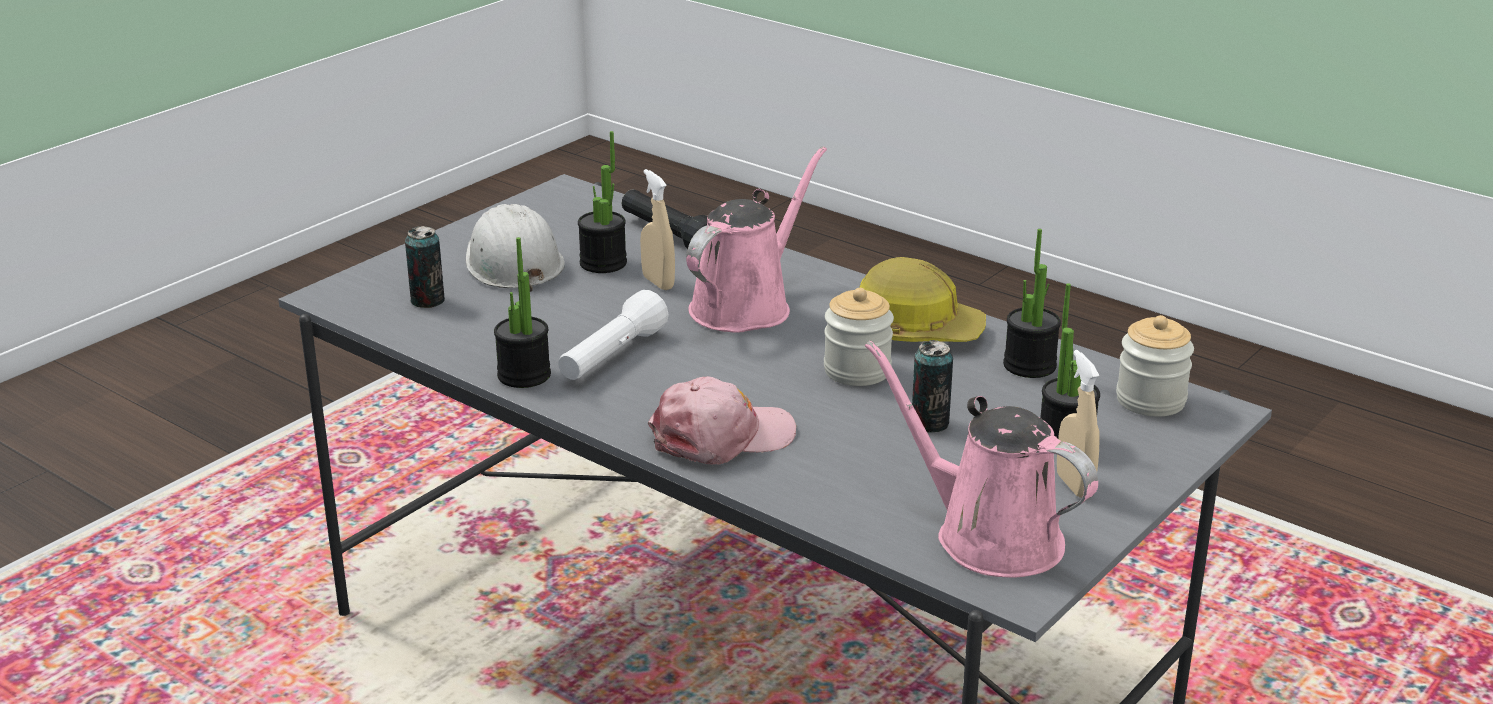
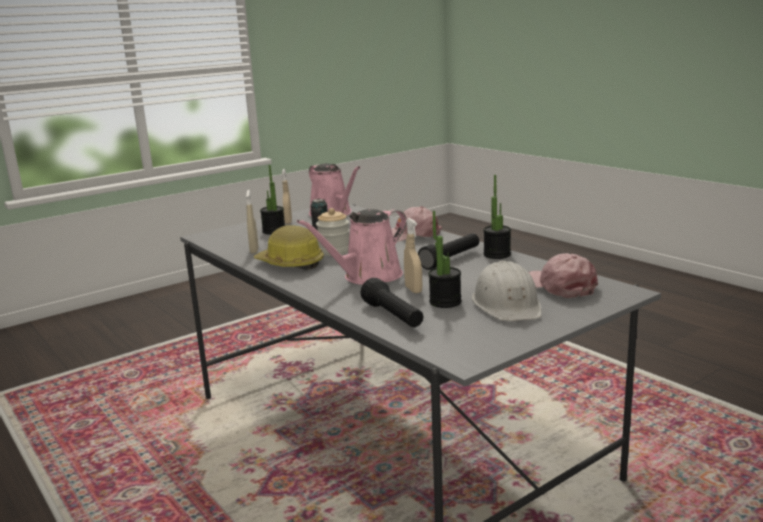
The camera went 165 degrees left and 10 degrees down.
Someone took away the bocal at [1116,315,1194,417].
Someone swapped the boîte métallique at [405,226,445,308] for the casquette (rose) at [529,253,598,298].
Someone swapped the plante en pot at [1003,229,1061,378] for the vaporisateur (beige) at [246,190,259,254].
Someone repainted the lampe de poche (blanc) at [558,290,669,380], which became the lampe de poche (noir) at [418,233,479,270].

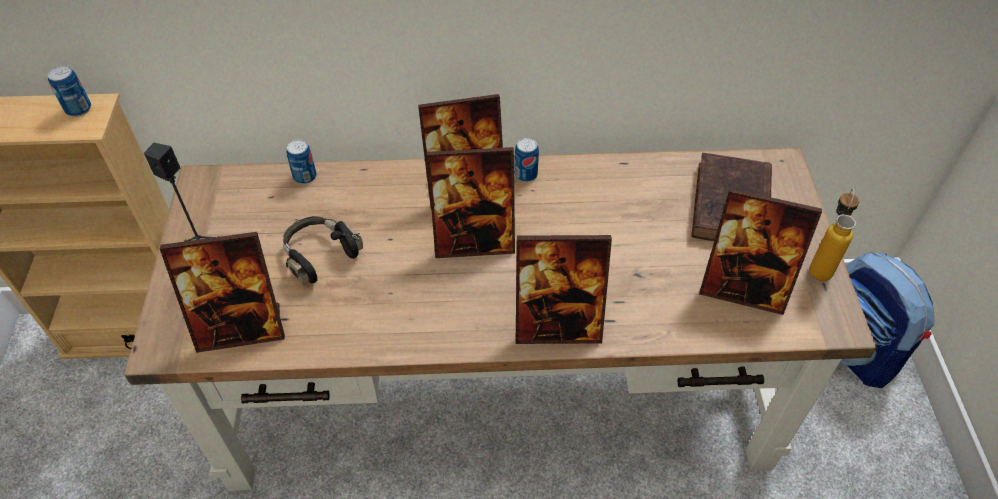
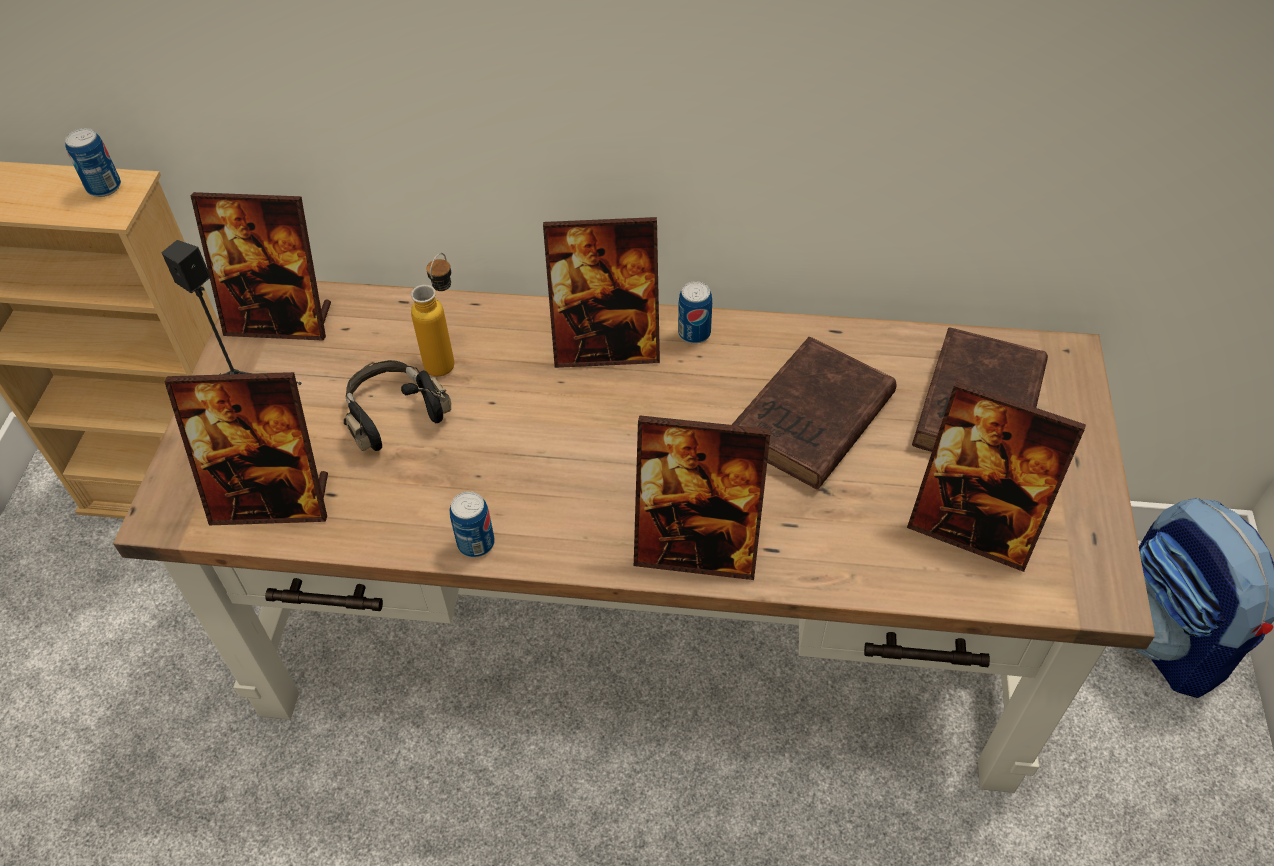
The camera went 10 degrees right and 0 degrees up.
Someone put down the livre (marron) at [732,337,897,489].
Someone carried the boîte métallique from [286,140,317,184] to [450,491,495,558].
Someone carried the cadre photo from [427,147,515,258] to [191,192,331,341].
Someone carried the bouteille from [809,189,859,281] to [411,253,454,376].

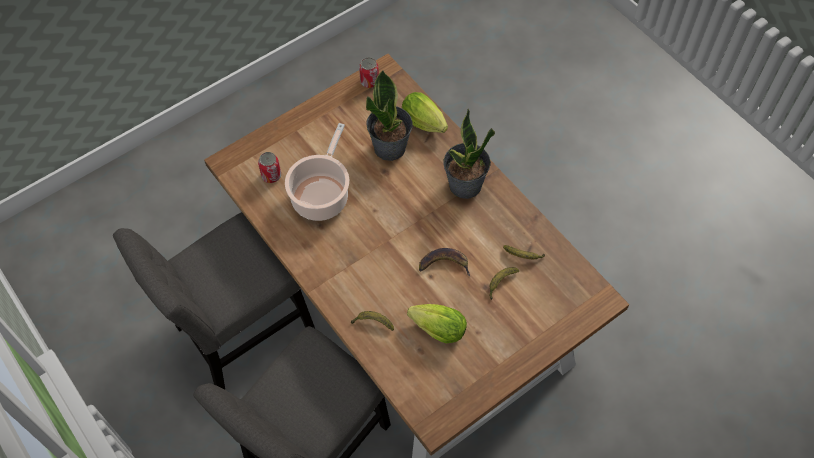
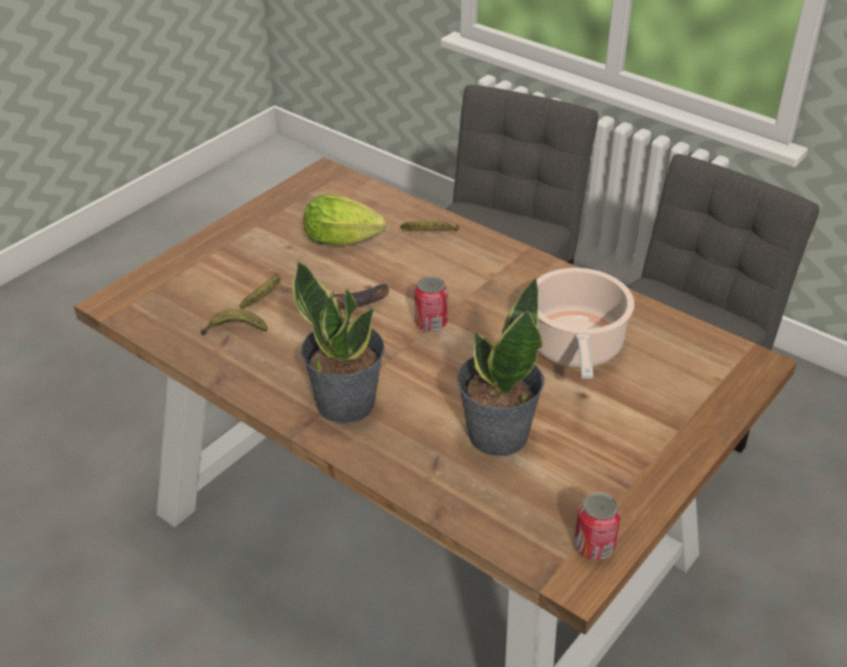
The camera went 165 degrees right and 20 degrees down.
Someone took away the laitue at [402,92,448,133].
Someone carried the boîte métallique from [258,152,281,183] to [415,276,448,332].

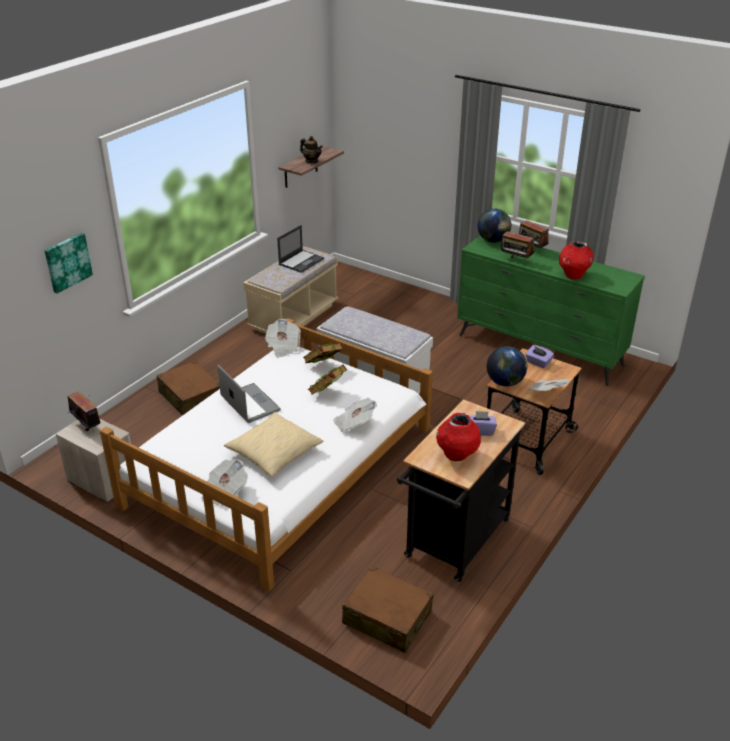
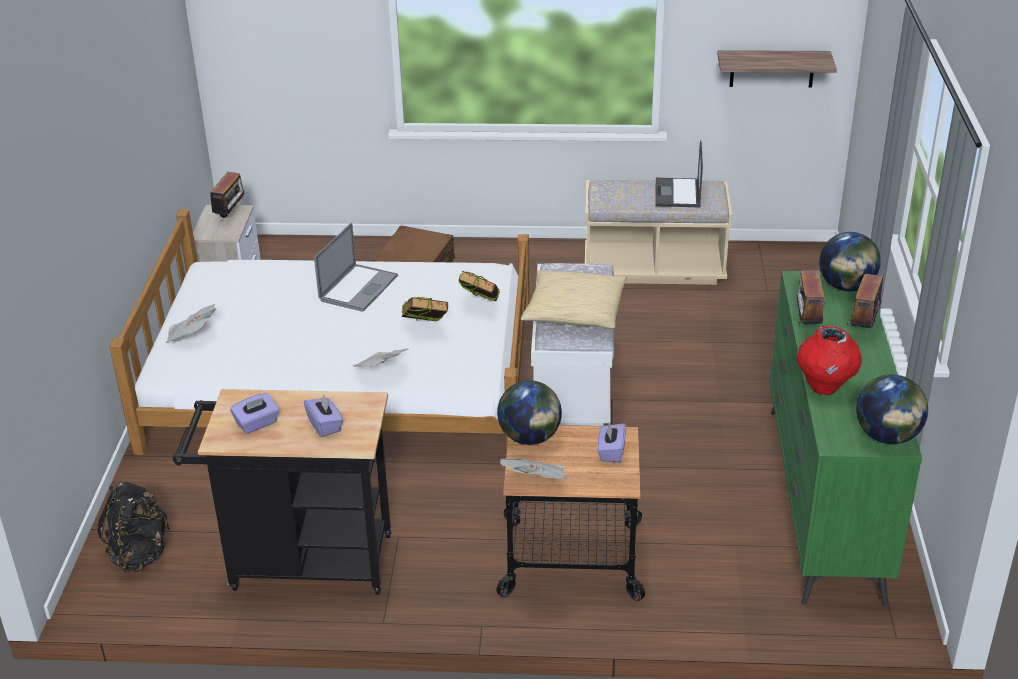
The camera went 60 degrees right and 0 degrees up.
Someone took away the tableau at [44,233,93,294].
Someone took away the journal at [265,319,301,358].
Someone took away the théière at [300,136,323,163].
Someone put down the globe at [856,375,928,444].
Someone carried the coussin (beige) from [224,412,323,477] to [521,270,627,328].
Someone swapped the valise (marron) at [342,566,433,653] for the sac à dos (noir) at [97,482,170,573].
Someone swapped the vase (rouge) at [436,413,481,461] for the boîte à mouchoirs (violet) at [230,393,279,434].
Someone rotated the ordinateur portable at [277,225,324,273] by 90 degrees clockwise.

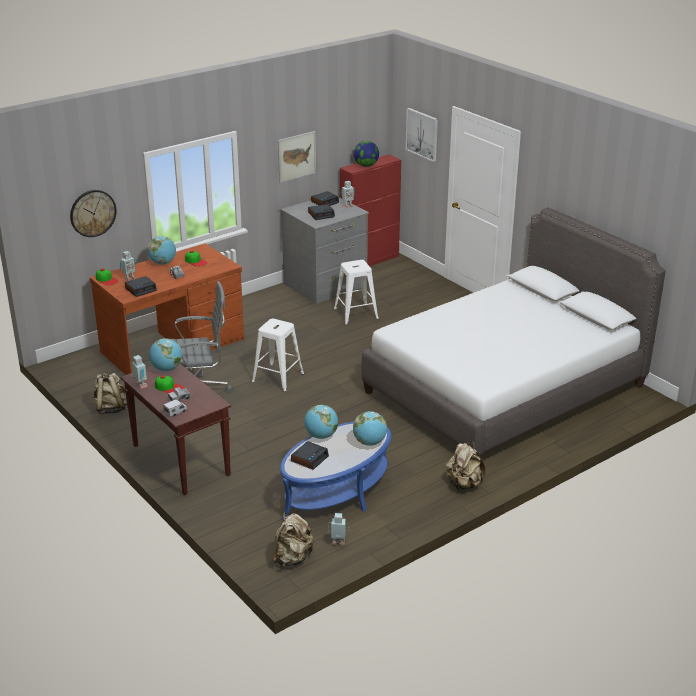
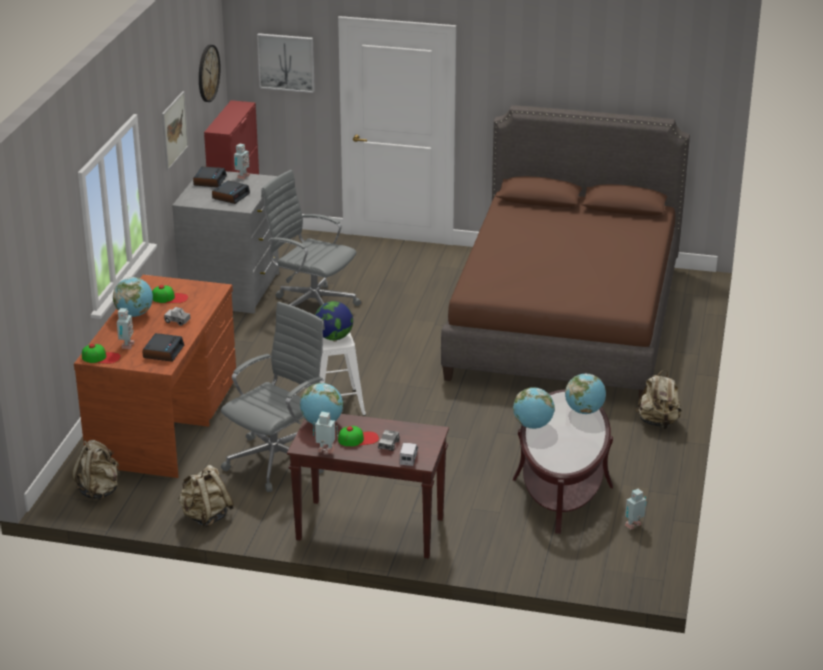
The camera went 40 degrees left and 0 degrees up.
Someone took away the réveil at [291,441,329,470].
Someone carried the horloge murale from [70,190,117,237] to [199,45,221,102].
Someone carried the sac à dos (beige) from [273,512,314,567] to [72,440,120,500].
Someone carried the globe from [354,141,379,167] to [315,301,353,340].
Someone swapped the tabouret (blanc) at [334,260,379,325] for the chaise de bureau (gris) at [261,170,361,306].
Someone repainted the table basse (bleu) at [280,421,391,521], which became the table basse (marron) at [513,390,613,534].
Someone repainted the lit (blanc) at [362,207,666,458], which became the lit (marron) at [441,105,690,399].

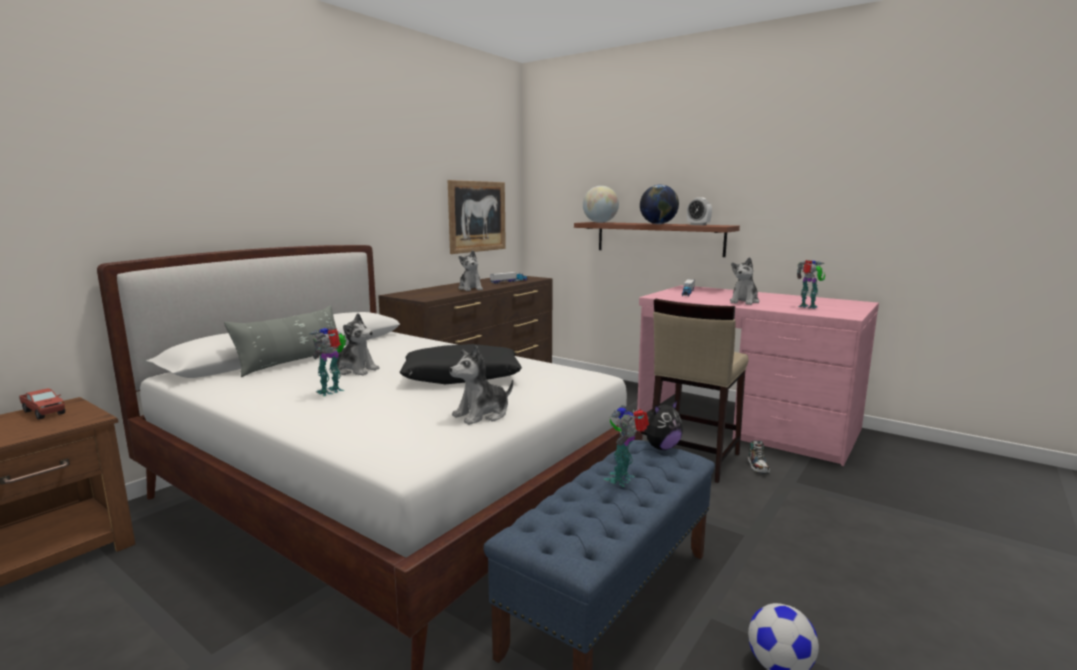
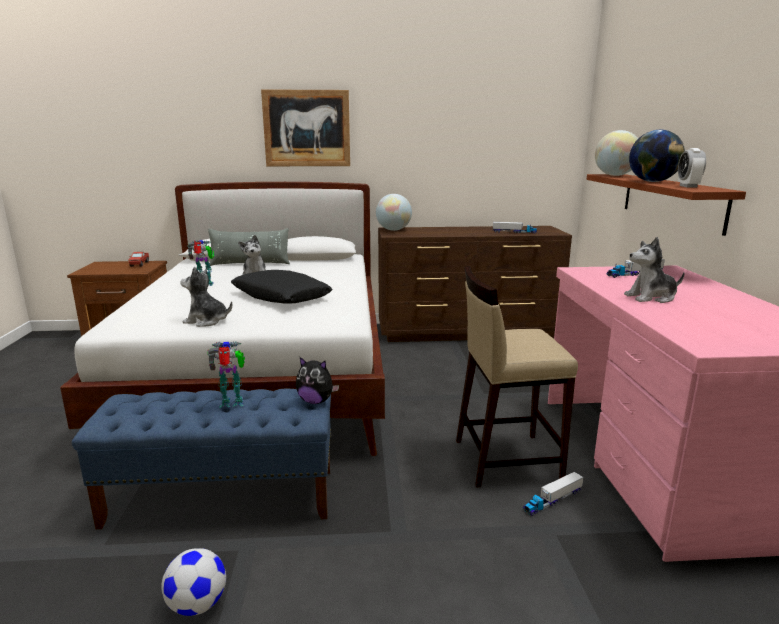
The camera went 50 degrees right and 5 degrees up.
Someone took away the peluche at [458,250,483,291].
Someone took away the robot jouet at [797,260,825,309].
Someone put down the globe at [376,194,412,231].
Someone carried the tableau from [448,180,506,254] to [261,89,350,166].
Someone swapped the chaussure at [748,440,770,474] for the camion jouet at [523,472,584,516].

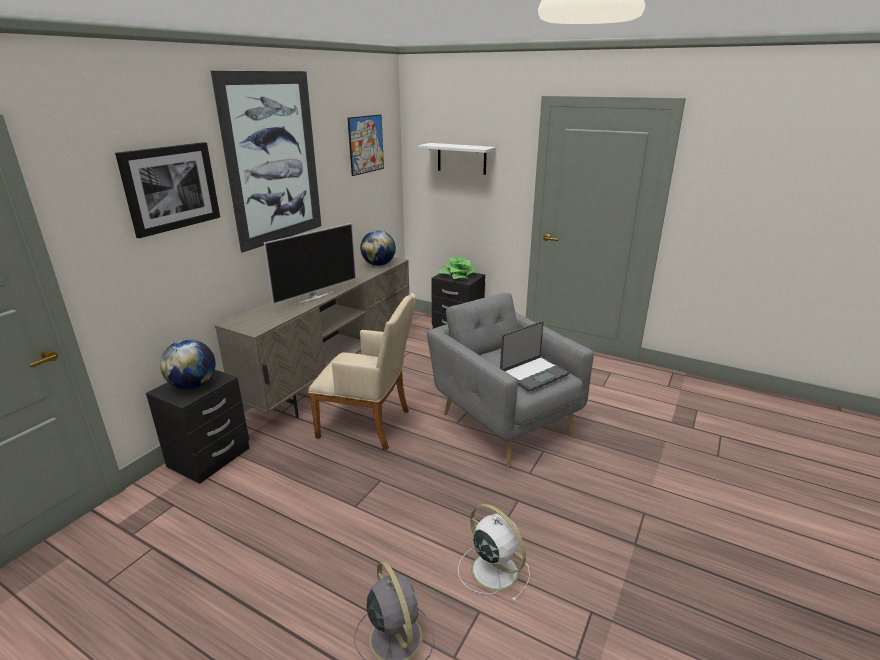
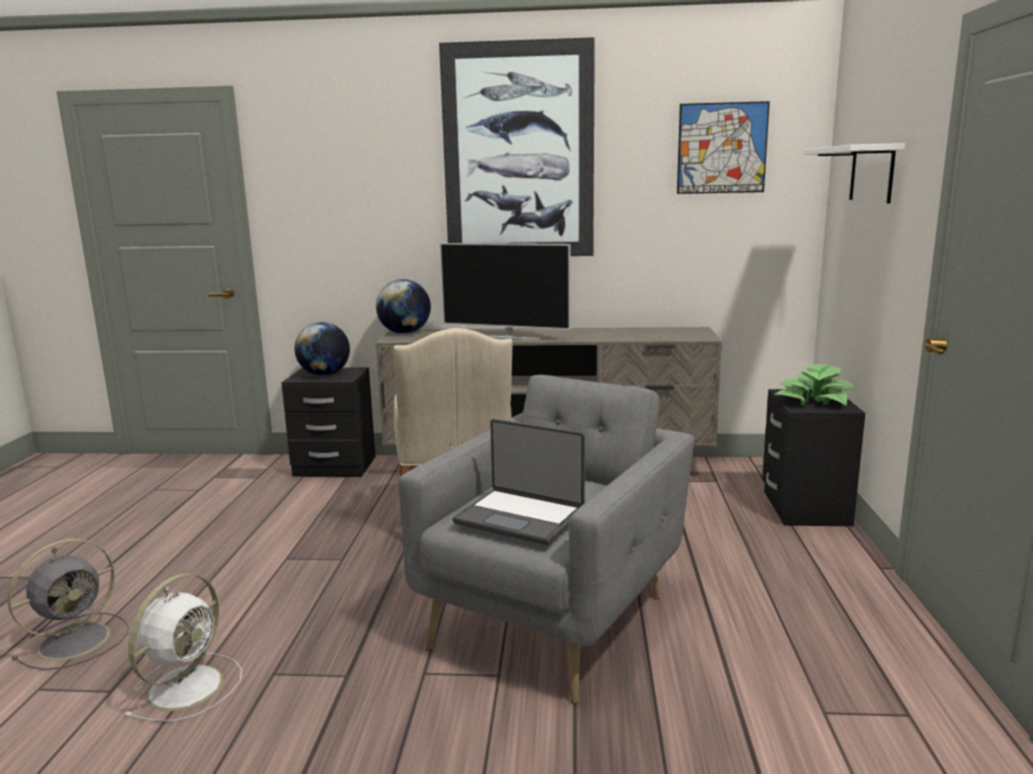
The camera went 65 degrees right and 10 degrees down.
Someone took away the tableau at [115,142,220,238].
Someone carried the globe from [360,230,396,266] to [376,279,431,334].

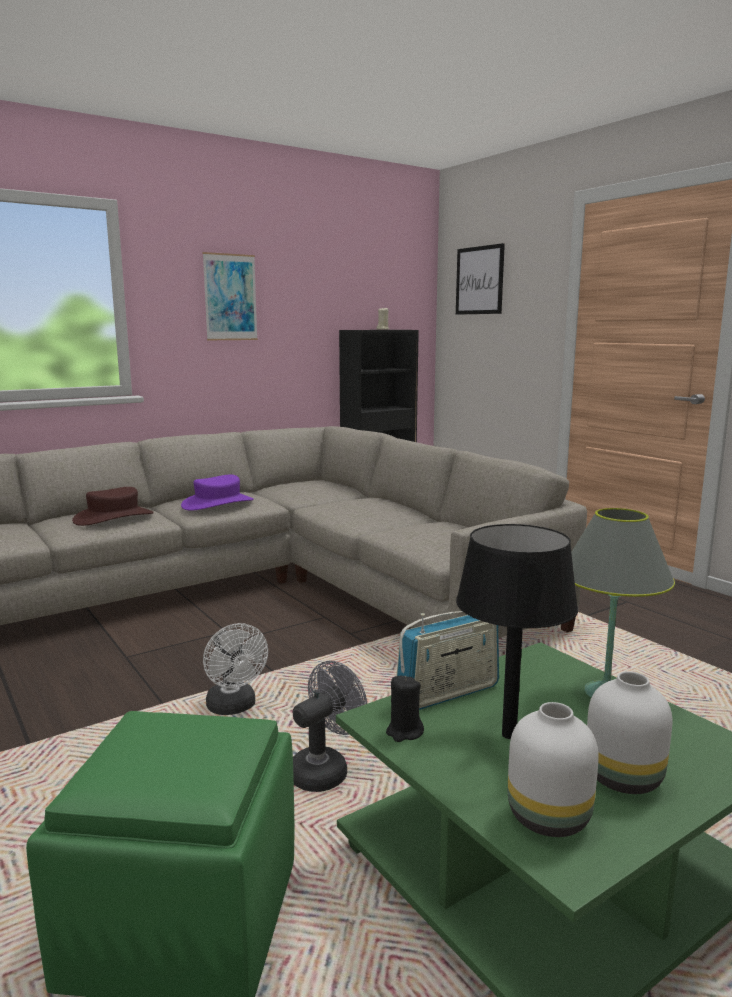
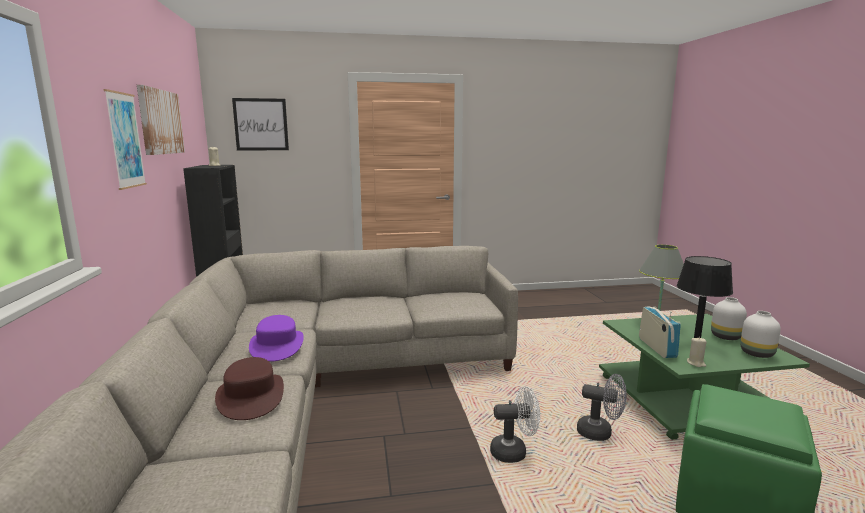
The camera went 65 degrees left and 0 degrees up.
Someone put up the tableau at [137,85,185,155].
Someone repainted the bougie (noir) at [386,676,424,742], which became the bougie (beige) at [687,337,707,367].
Someone rotated the ventilateur (gris) at [293,661,367,792] by 135 degrees clockwise.

